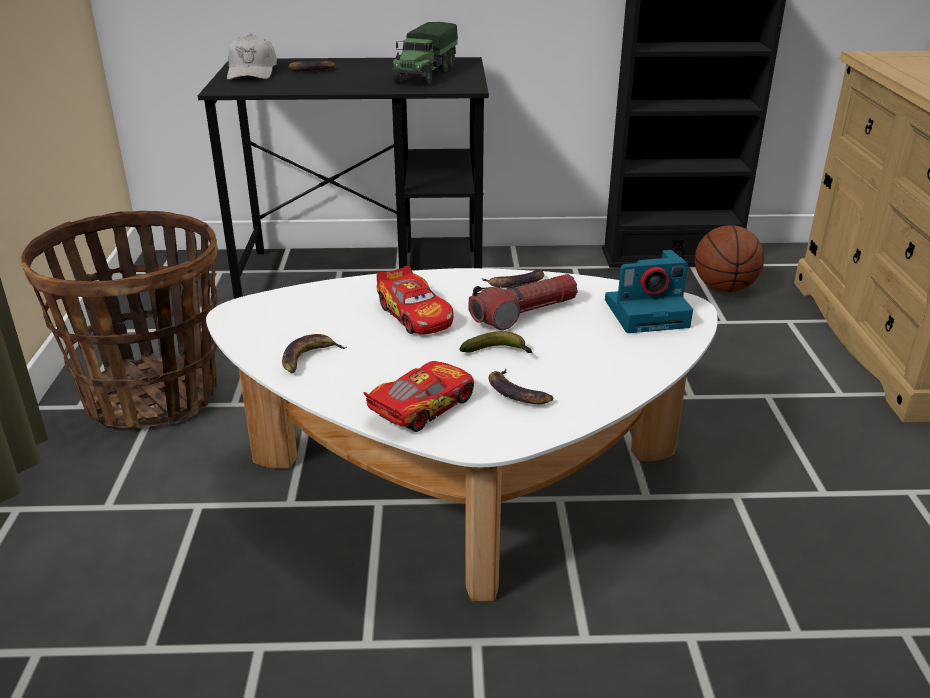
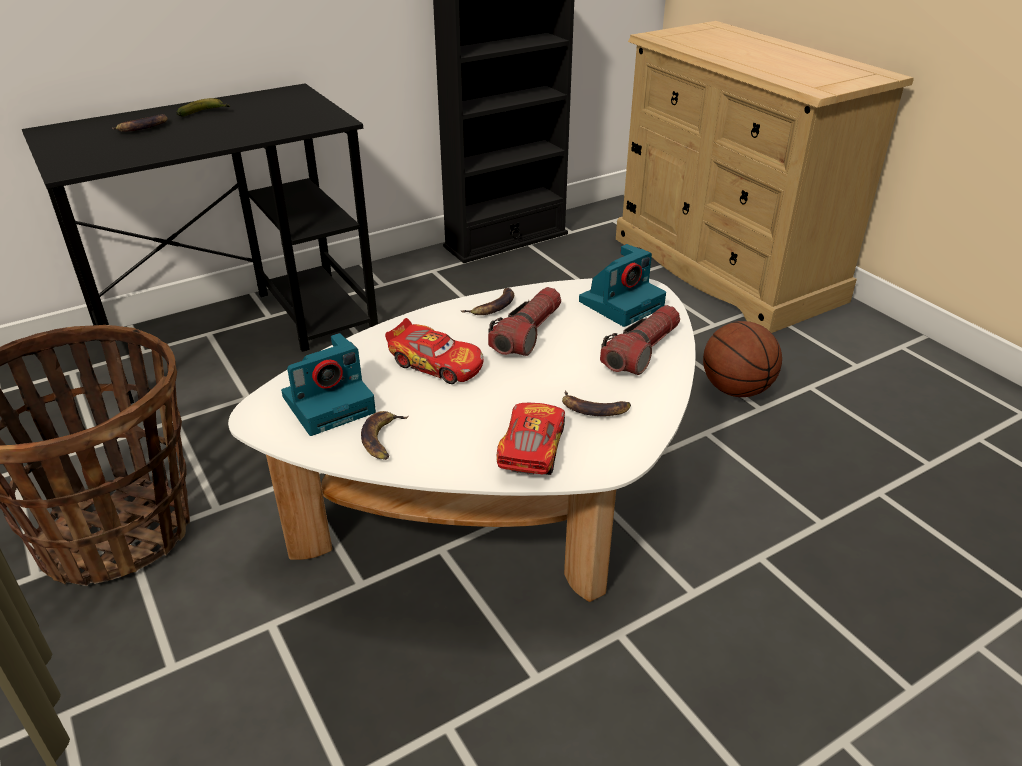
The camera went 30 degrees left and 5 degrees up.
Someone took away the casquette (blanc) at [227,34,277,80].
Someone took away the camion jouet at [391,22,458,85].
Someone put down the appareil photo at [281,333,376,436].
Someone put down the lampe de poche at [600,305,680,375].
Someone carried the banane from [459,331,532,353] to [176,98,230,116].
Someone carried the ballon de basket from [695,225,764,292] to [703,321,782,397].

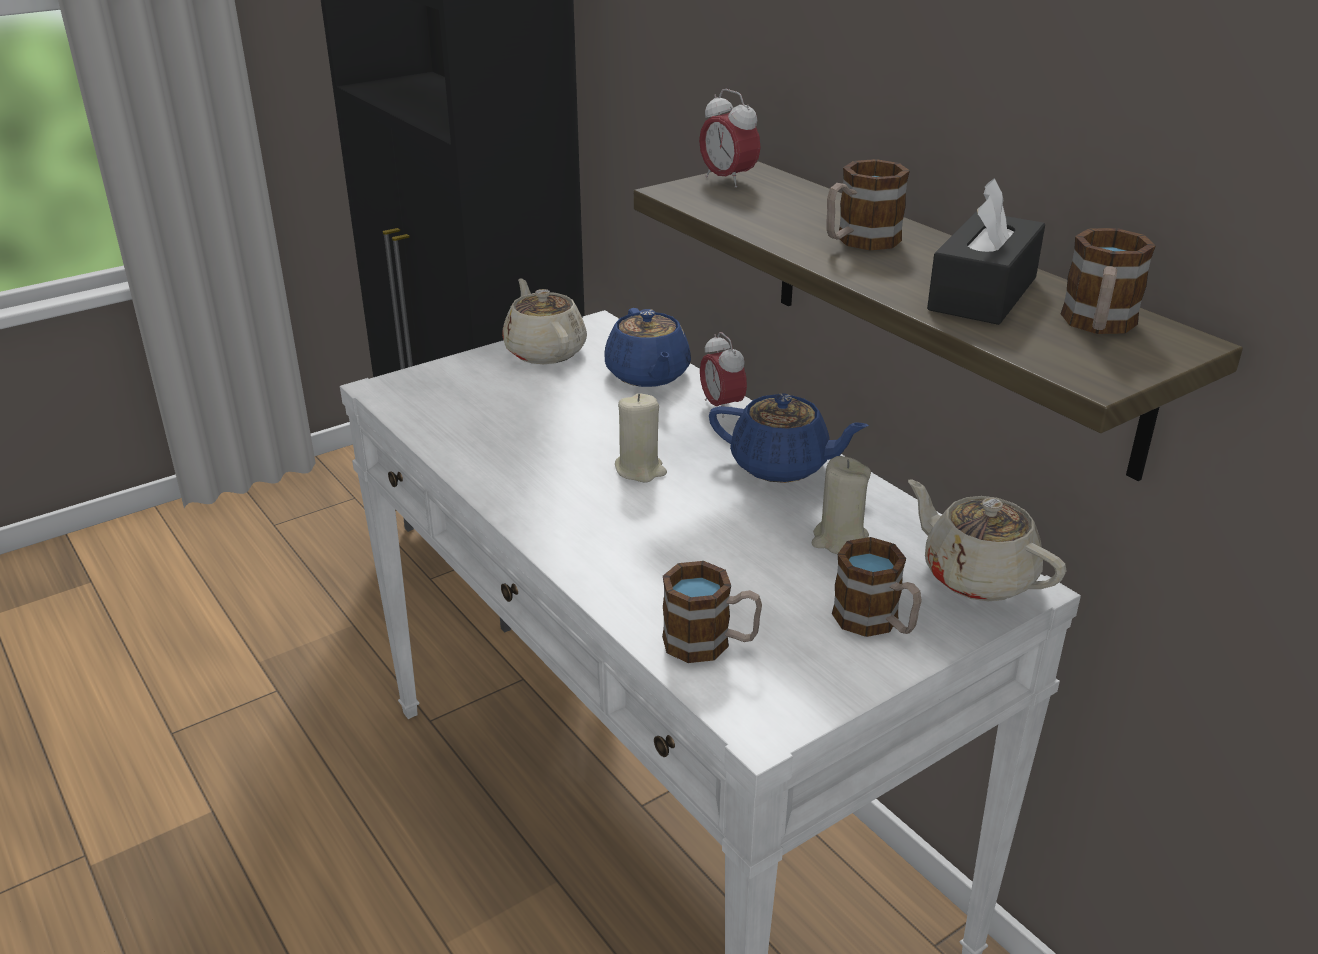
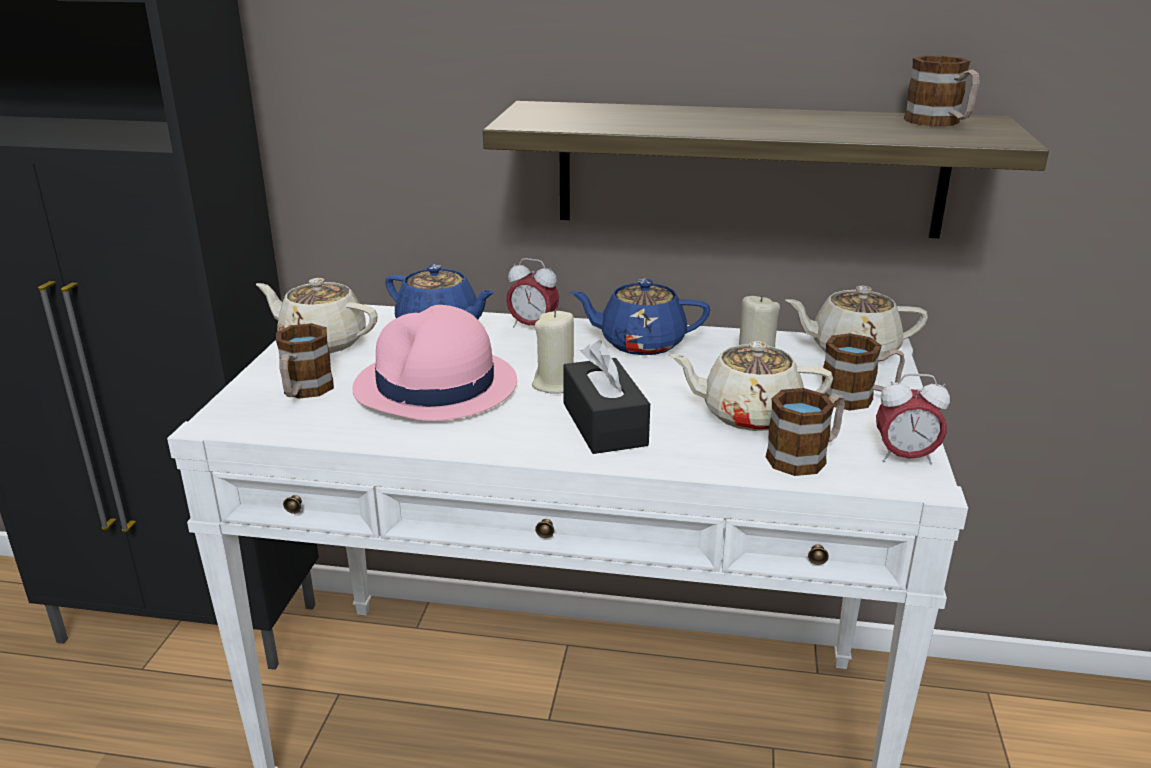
The camera went 45 degrees left and 5 degrees down.
Someone put down the chapeau (rose) at [352,305,517,421].
Someone put down the théière (beige) at [669,341,833,431].
Someone carried the réveil from [699,89,761,188] to [876,374,950,465].
Someone carried the mug from [826,159,910,250] to [276,323,334,399].
Someone carried the boîte à mouchoirs (noir) from [927,178,1045,325] to [563,340,650,454].
Someone rotated the théière (bleu) at [709,393,869,483] by 150 degrees counterclockwise.

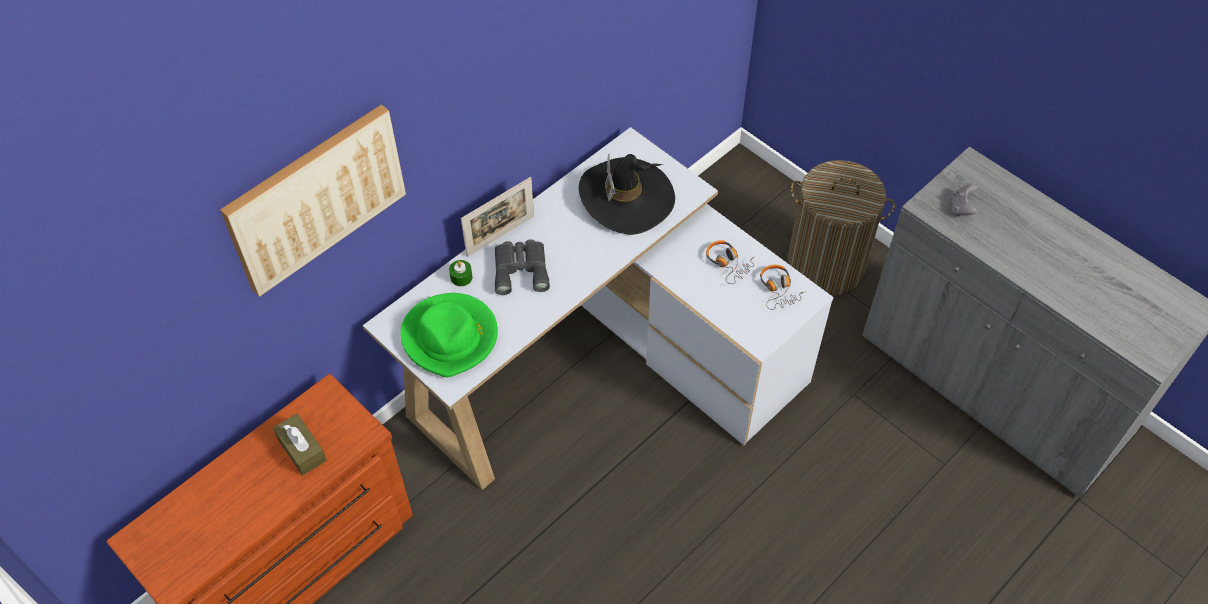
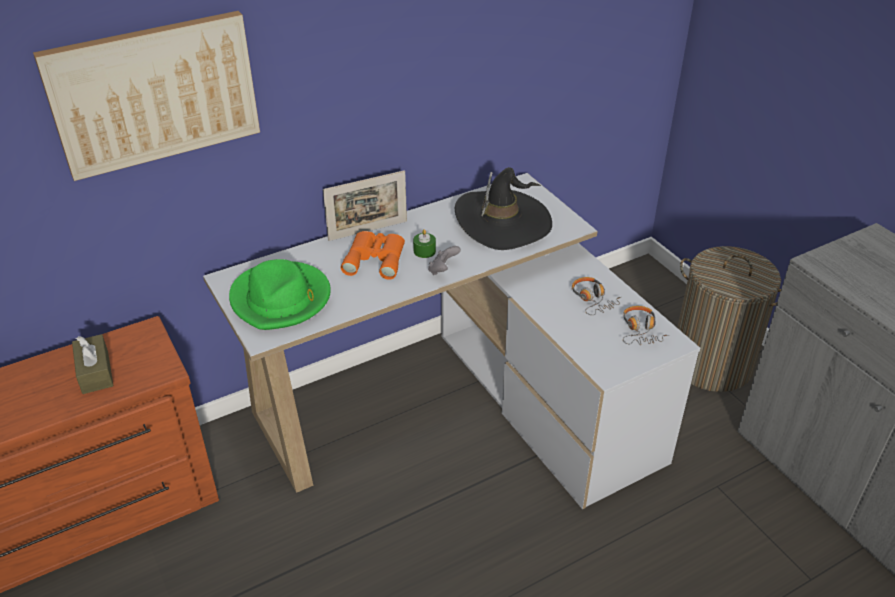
The camera went 15 degrees right and 15 degrees down.
Someone carried the bougie (vert) from [449,260,473,286] to [413,229,436,258].
Someone carried the manette (gris) from [951,184,978,217] to [428,246,461,275].
Someone repainted the jumelles (gris) at [495,239,550,295], which became the jumelles (orange) at [341,231,405,280].

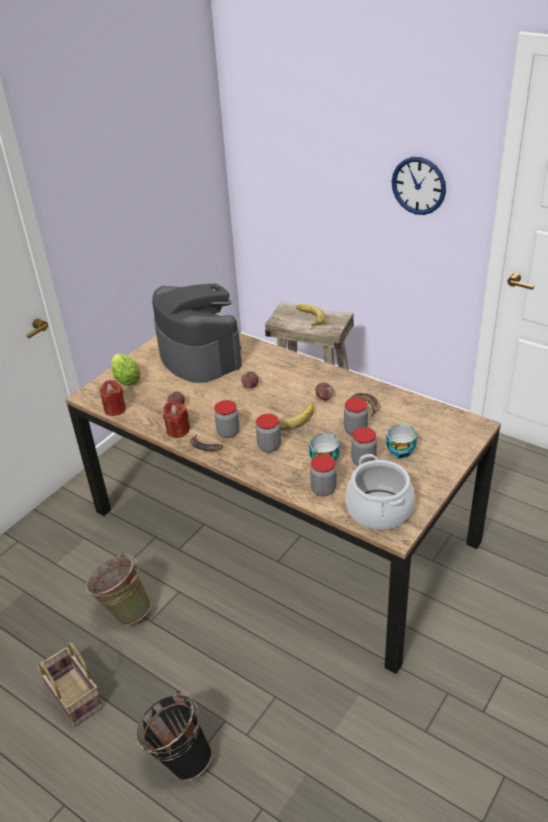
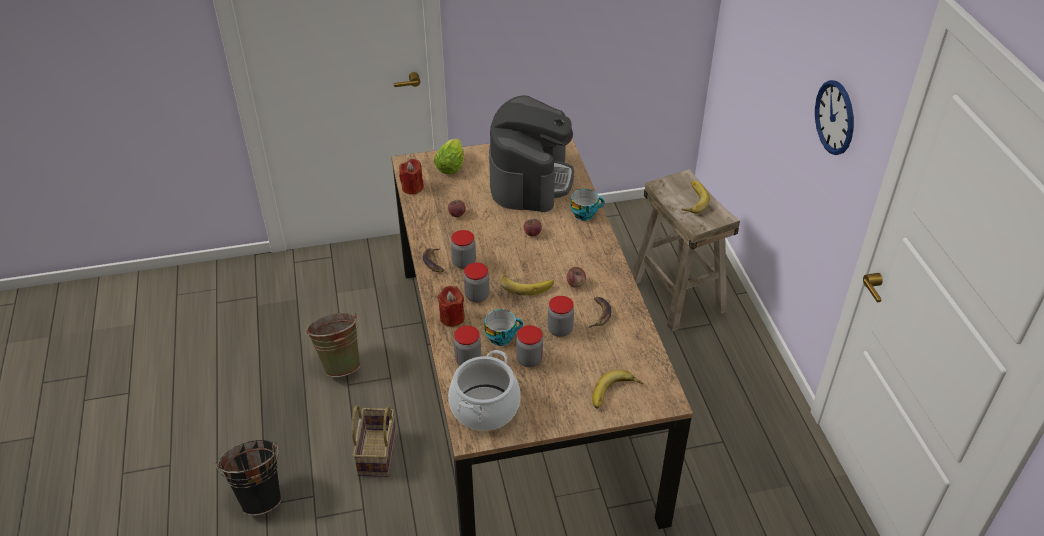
The camera went 40 degrees right and 5 degrees up.
Someone put down the banane at [592,369,643,409].
Someone carried the panier from [37,642,103,727] to [352,405,396,477].
Someone carried the bougie (rouge) from [163,401,190,438] to [438,286,465,327].
Someone carried the tasse from [386,425,417,459] to [570,189,605,221].

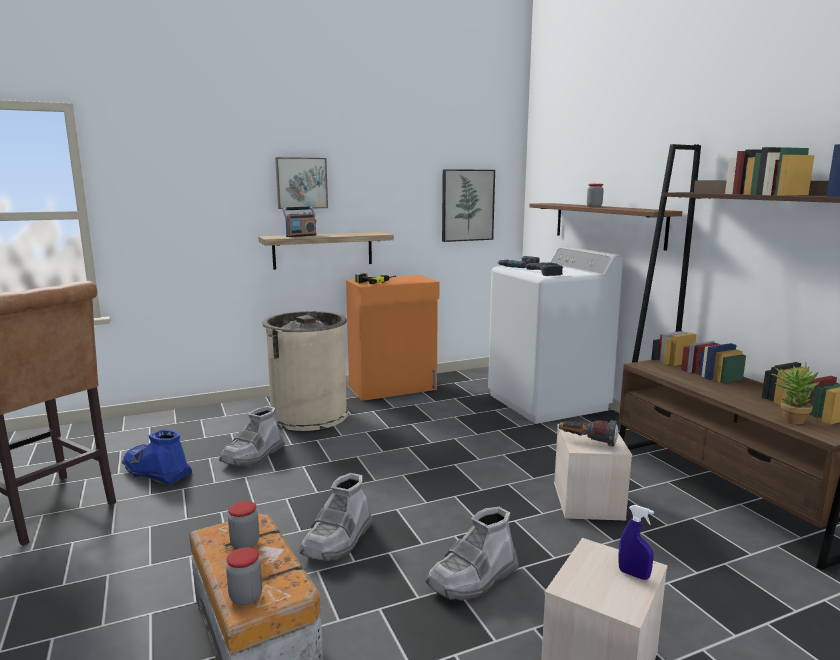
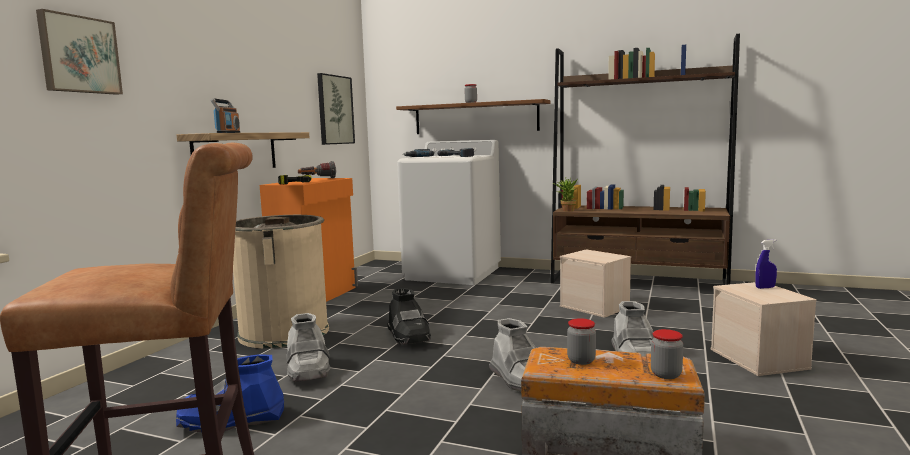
The camera went 45 degrees left and 5 degrees down.
Someone put down the botte (noir) at [388,288,431,345].
Someone carried the tableau from [275,157,328,209] to [36,9,123,95].
Someone carried the lampe de poche from [559,420,618,447] to [298,161,336,178].
Someone carried the plante en pot from [772,363,820,424] to [553,177,578,211].

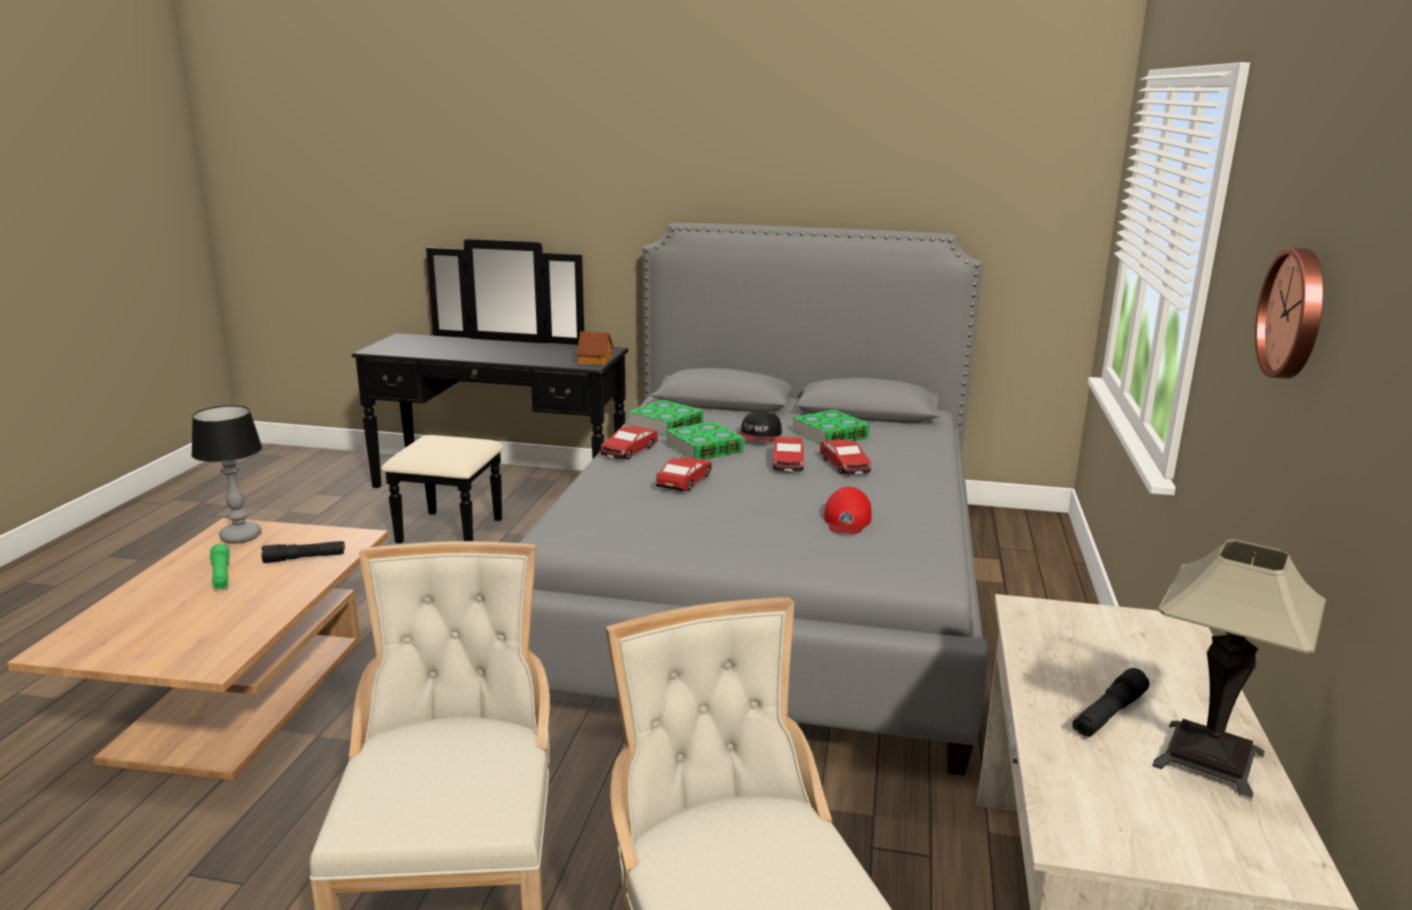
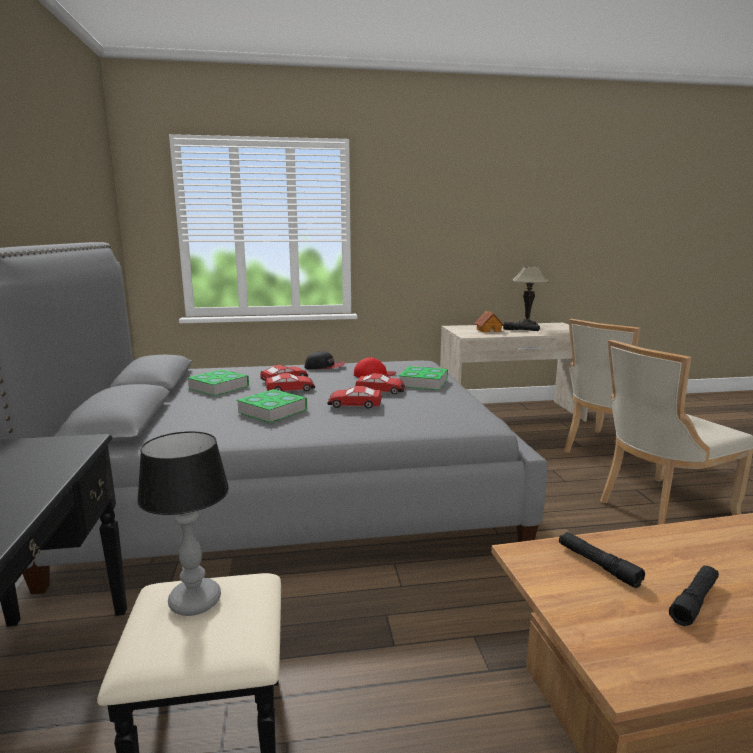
The camera went 110 degrees left and 5 degrees down.
Someone took away the horloge murale at [1255,248,1323,379].
Someone carried the lampe de table from [191,405,263,543] to [137,431,229,616].
Someone carried the maison miniature from [576,331,613,365] to [474,311,504,333].
Someone carried the petite voiture from [601,426,658,460] to [355,374,405,395].
Someone carried the livre from [627,400,704,436] to [399,366,448,390].
Someone carried the casquette from [737,411,782,441] to [304,351,345,370].
Someone repainted the lampe de poche (vert) at [210,544,230,589], which became the lampe de poche (noir) at [669,565,719,626].

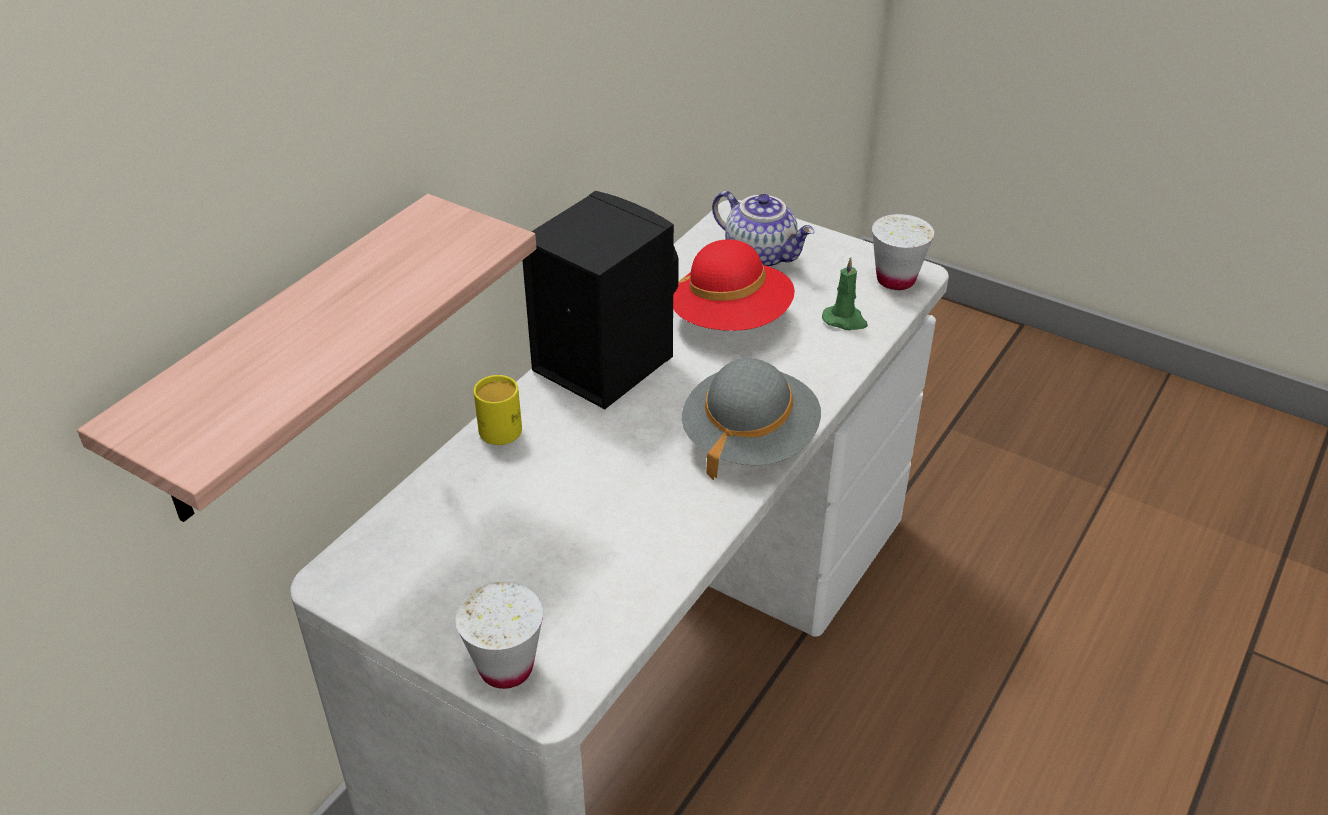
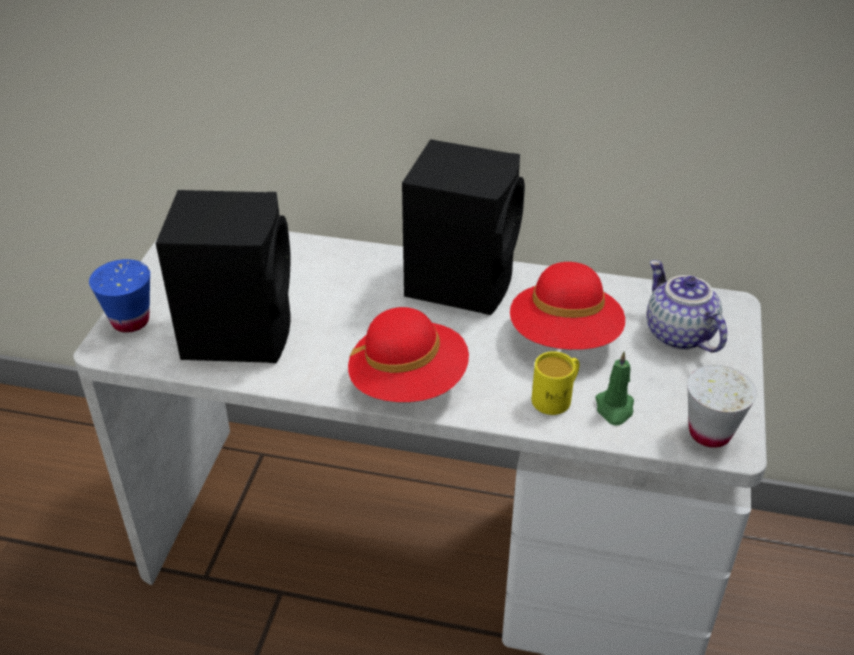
The camera went 70 degrees right and 0 degrees up.
Someone took away the étagère at [77,194,536,522].
Someone put down the enceinte (noir) at [156,190,291,363].
Someone carried the mug (jaune) from [474,375,522,445] to [532,351,579,415].
Someone repainted the tasse (blanc) at [455,582,543,689], which became the tasse (bleu) at [89,259,150,333].
Someone repainted the chapeau (gris) at [682,358,821,480], which became the chapeau (rouge) at [348,307,469,402].
Someone rotated the théière at [712,191,815,268] by 135 degrees clockwise.

